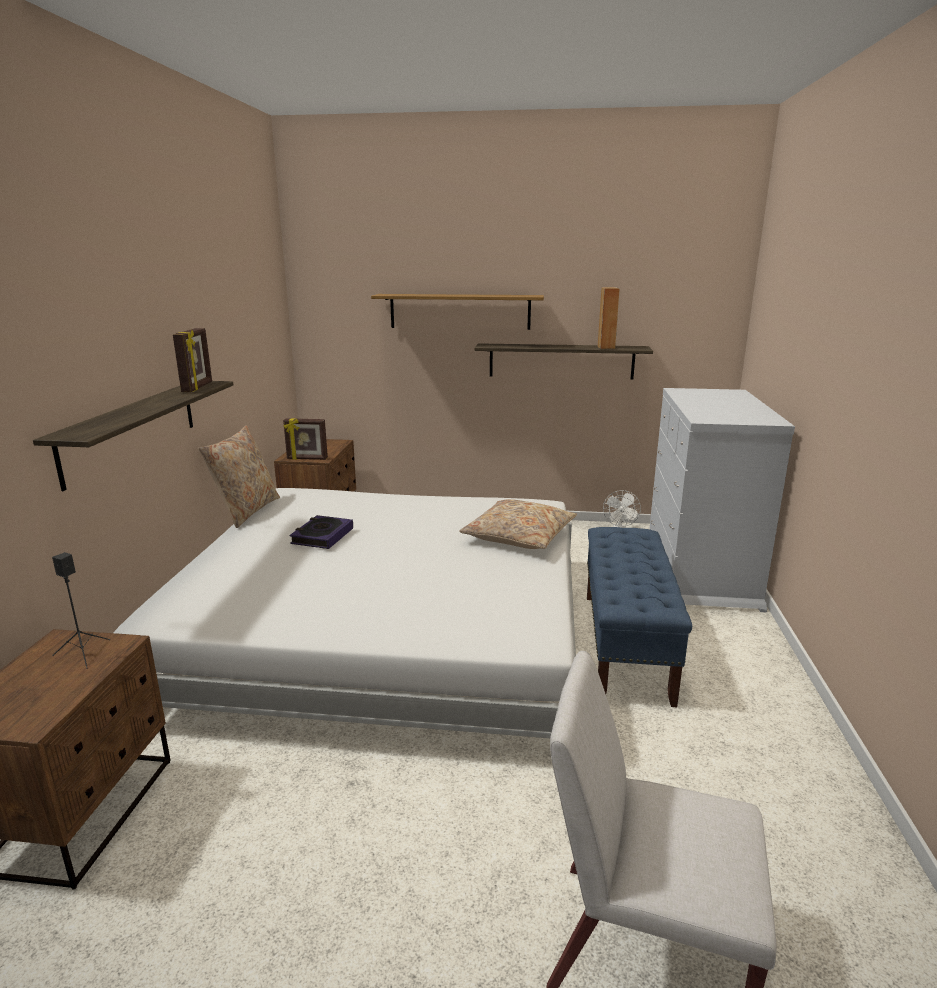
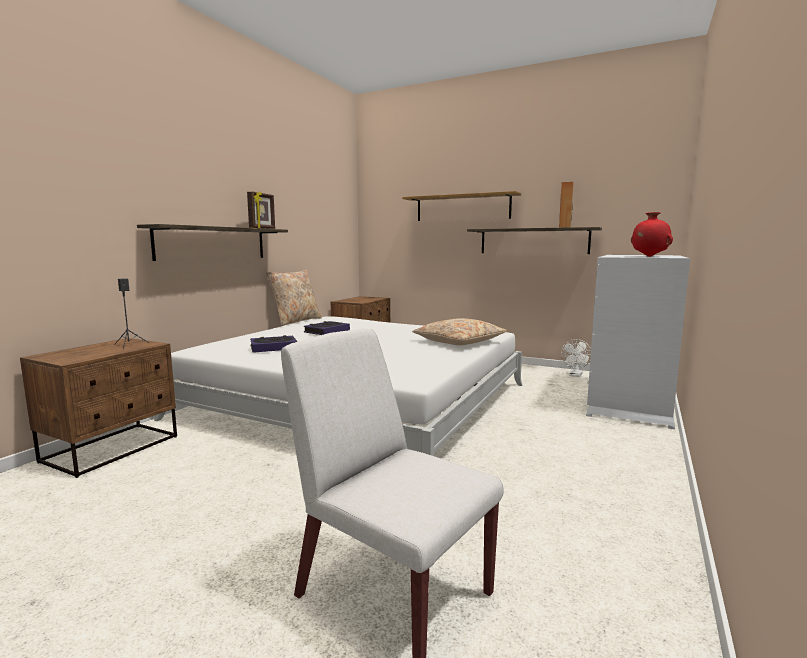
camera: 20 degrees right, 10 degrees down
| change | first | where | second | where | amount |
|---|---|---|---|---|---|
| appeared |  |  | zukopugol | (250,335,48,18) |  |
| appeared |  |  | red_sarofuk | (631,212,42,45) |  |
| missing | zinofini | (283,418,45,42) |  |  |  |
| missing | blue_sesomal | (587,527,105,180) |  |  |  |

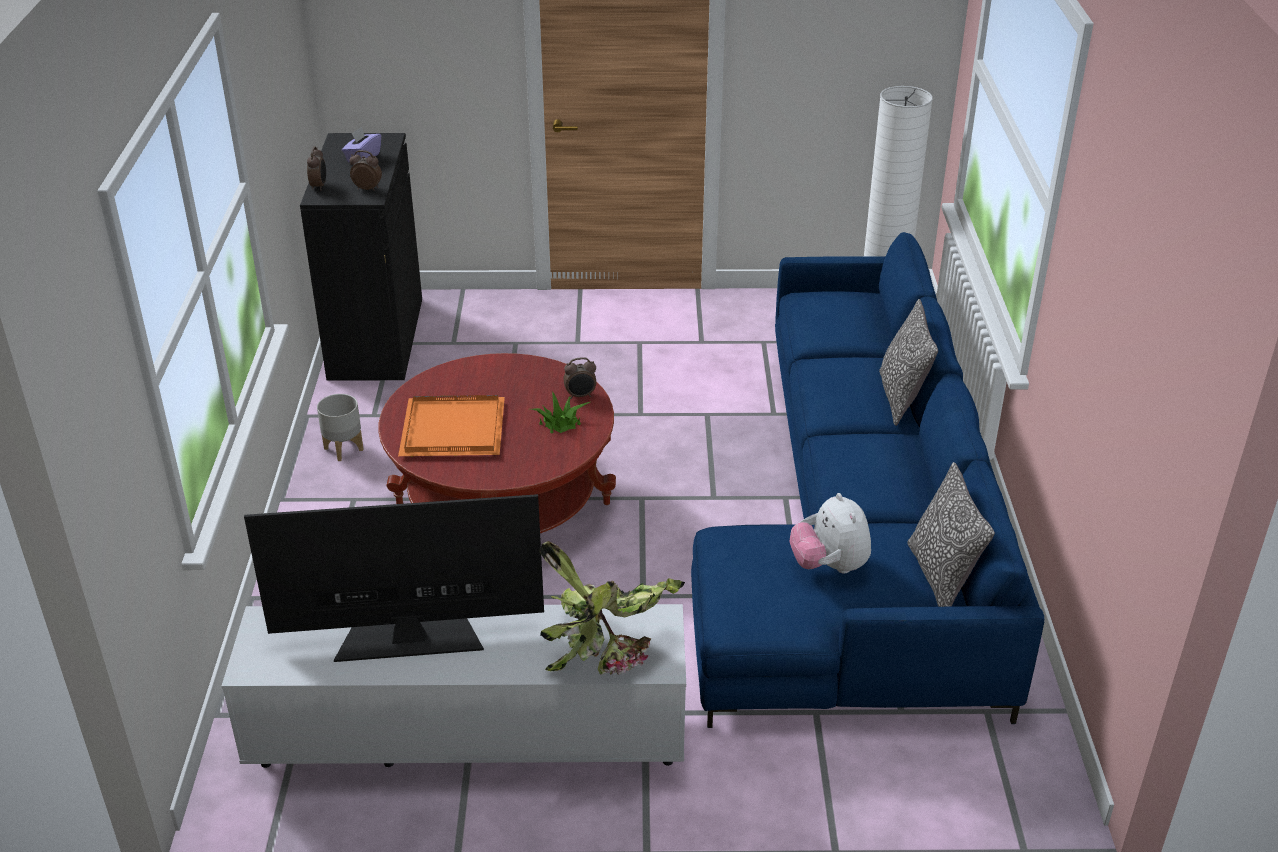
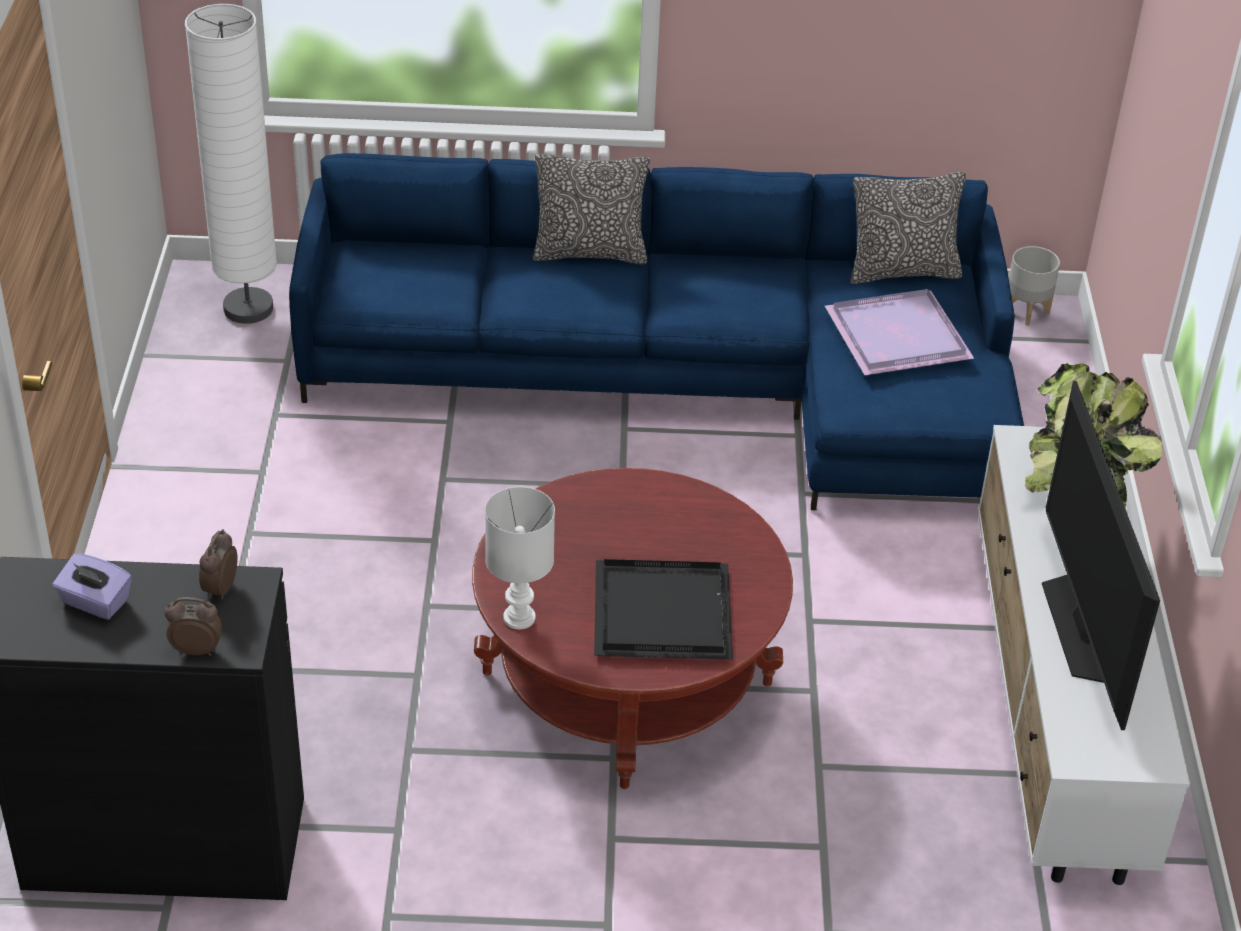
camera: 90 degrees left, 5 degrees up
| change | first | where | second | where | amount |
|---|---|---|---|---|---|
| appeared |  |  | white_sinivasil | (485,487,70,142) |  |
| colour | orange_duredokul | (398,395,107,62) | black_duredokul | (594,559,139,101) |  |
| exchanged | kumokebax | (790,493,81,80) | purple_duredokul | (825,289,149,86) |  |
| relocated | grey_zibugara | (317,394,47,67) |  | (1009,246,51,80) |  |
| missing | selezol | (531,391,59,43) |  |  |  |
| missing | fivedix | (563,357,33,42) |  |  |  |

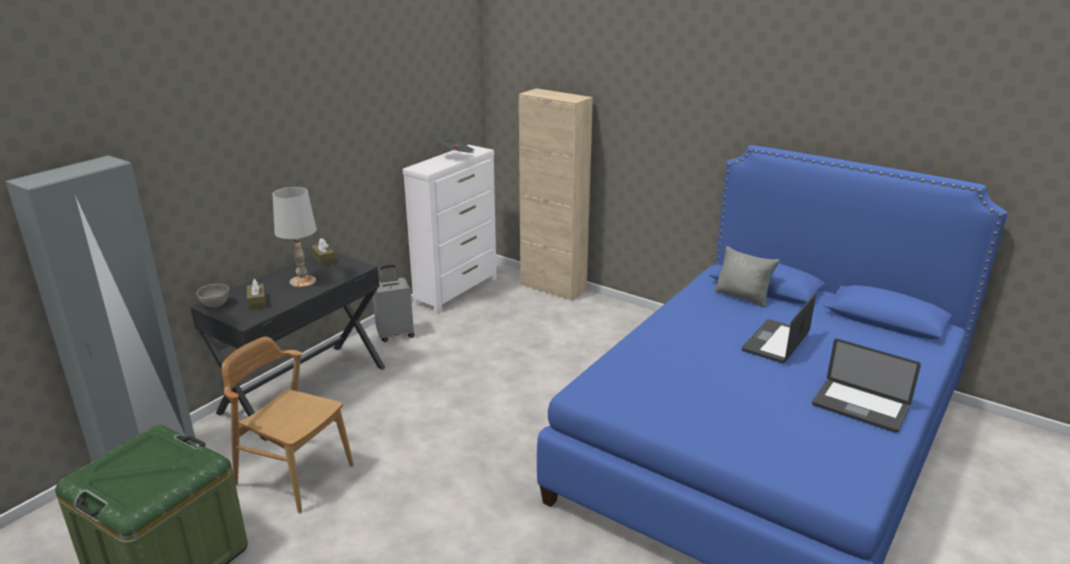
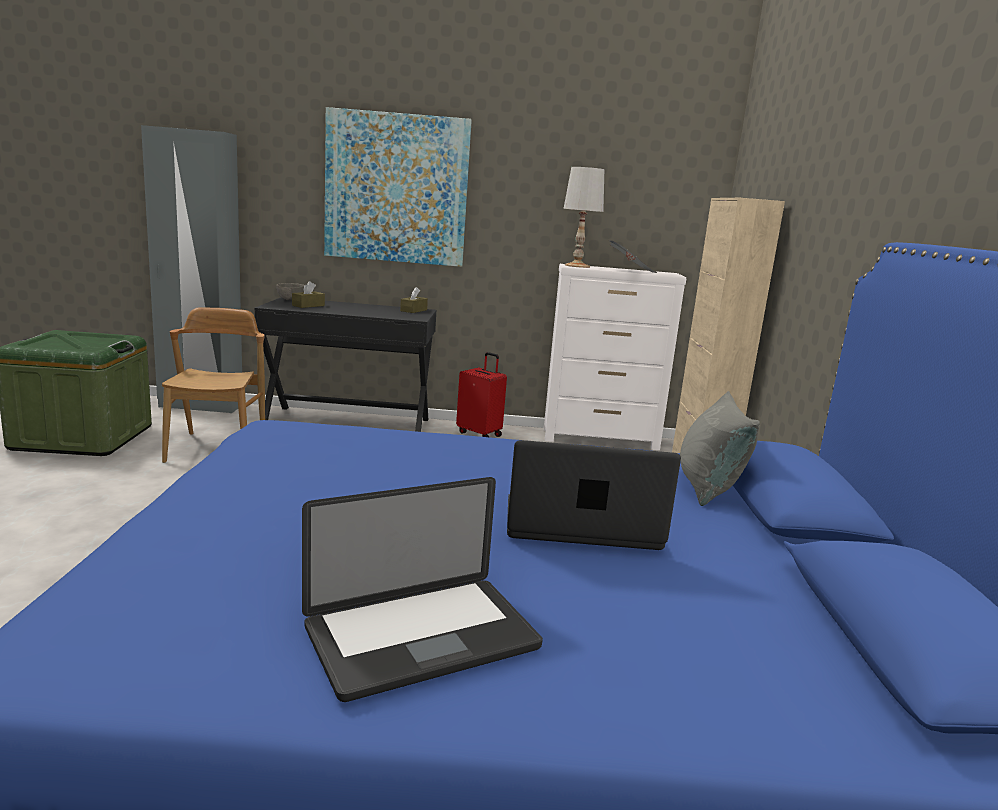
camera: 55 degrees right, 10 degrees down
| change | first | where | second | where | amount |
|---|---|---|---|---|---|
| spun | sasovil | (812,339,109,94) |  | (302,477,241,225) | 120 degrees counterclockwise |
| appeared |  |  | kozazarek | (324,107,148,160) |  |
| colour | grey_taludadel | (373,265,42,77) | red_taludadel | (456,352,51,85) |  |
| relocated | white_sinivasil | (273,187,44,100) |  | (563,167,41,101) |  |

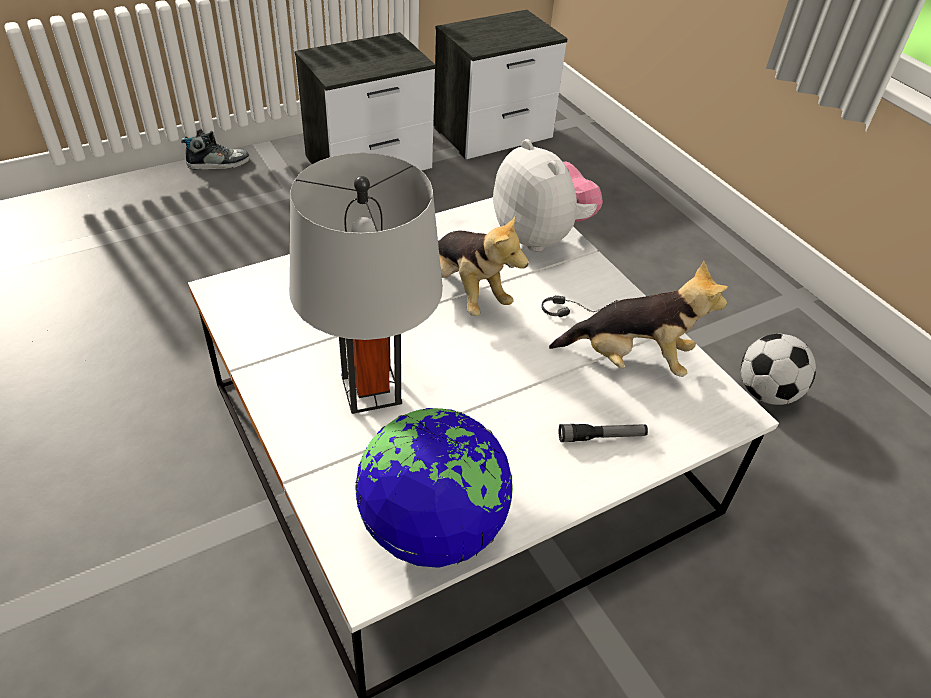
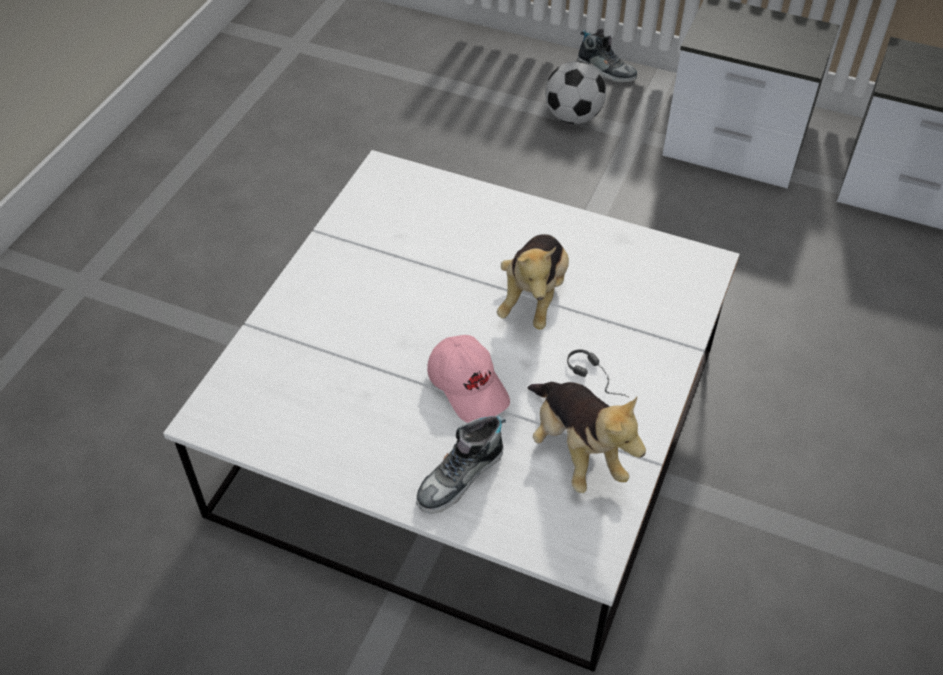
camera: 55 degrees right, 5 degrees up
| change | first | where | second | where | amount |
|---|---|---|---|---|---|
| exchanged | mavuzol | (559,424,89,18) | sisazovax | (416,415,90,99) |  |
| appeared |  |  | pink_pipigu | (427,335,83,88) |  |
| relocated | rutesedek | (741,334,75,71) |  | (545,61,61,63) |  |
| missing | grey_sinivasil | (289,153,154,261) |  |  |  |
| missing | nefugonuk | (355,408,158,160) |  |  |  |
| missing | kumokebax | (493,139,110,113) |  |  |  |

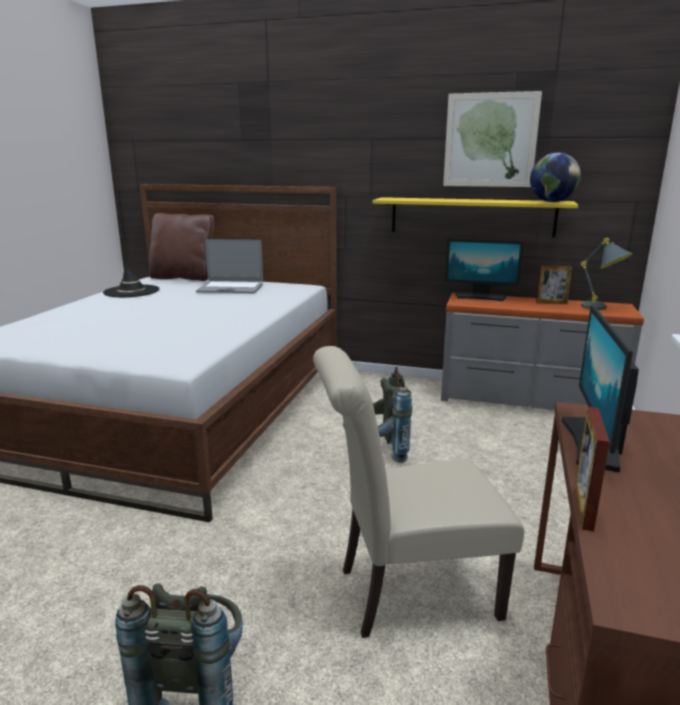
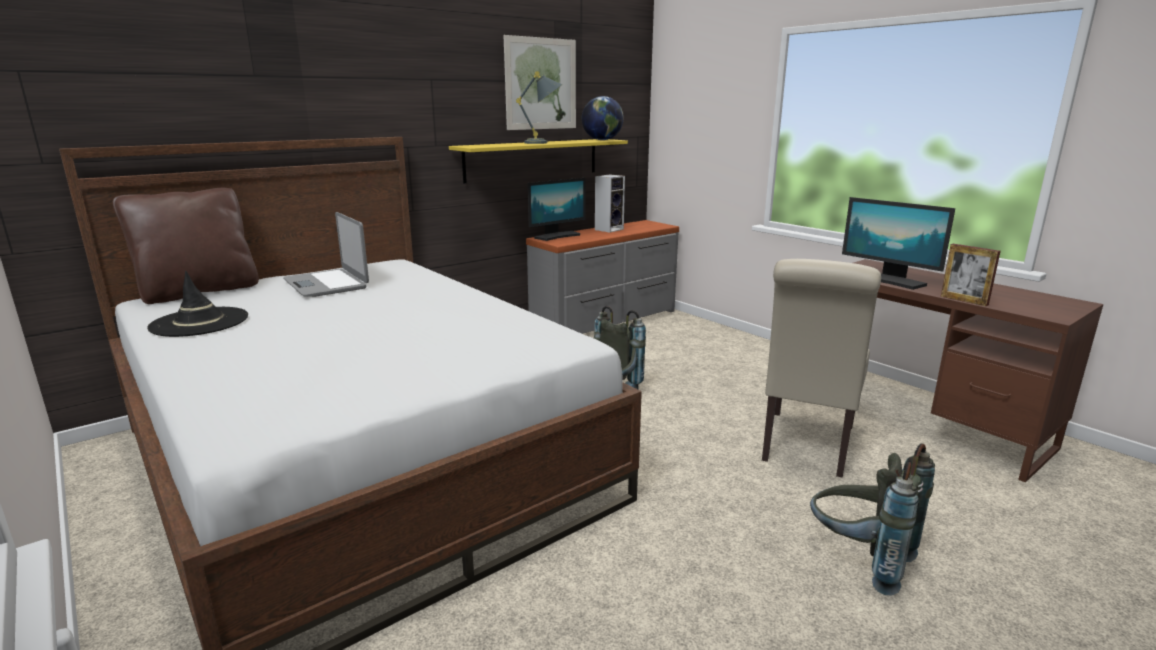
camera: 55 degrees left, 0 degrees up
| change | first | where | second | where | amount |
|---|---|---|---|---|---|
| spun | sasovil | (196,239,67,54) |  | (283,212,86,85) | 105 degrees clockwise |
| relocated | grey_sinivasil | (580,238,53,72) |  | (516,71,47,73) |  |
| exchanged | zinofini | (536,265,36,39) | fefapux | (595,174,30,59) |  |

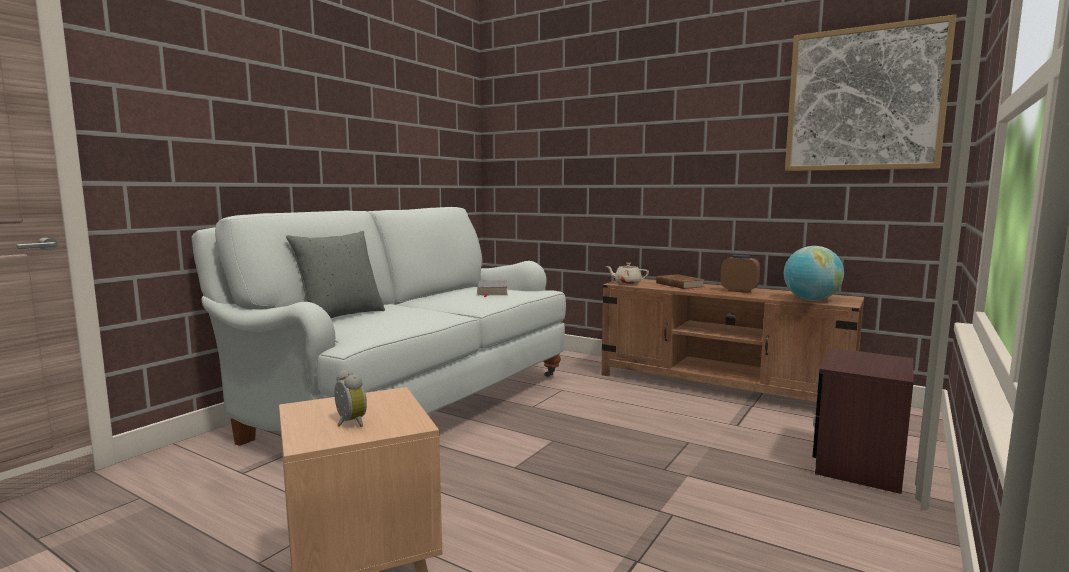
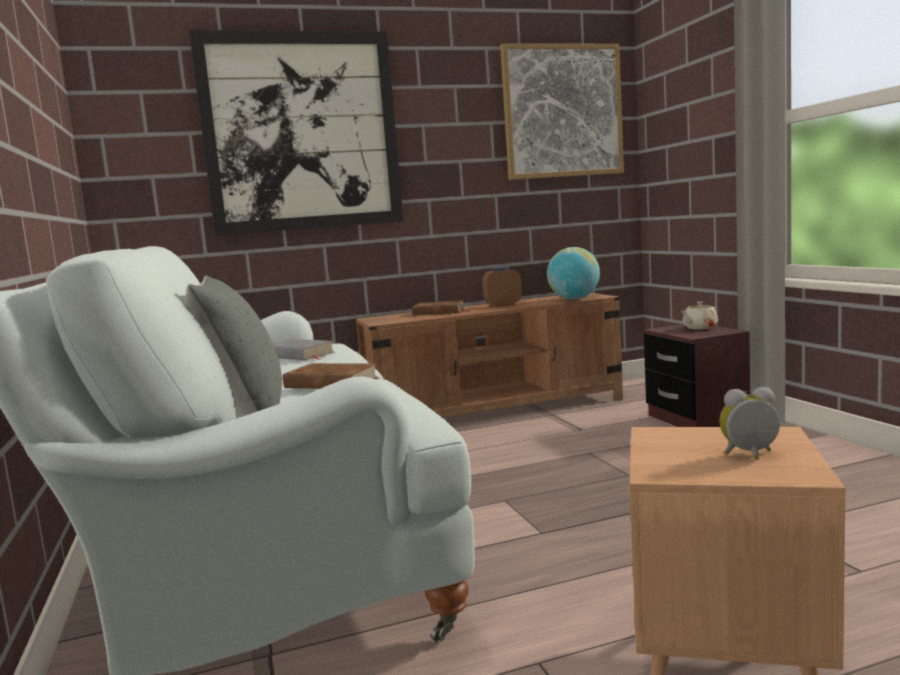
camera: 50 degrees left, 0 degrees up
| change | first | where | second | where | amount |
|---|---|---|---|---|---|
| appeared |  |  | kozazarek | (189,30,214,205) |  |
| appeared |  |  | brown_zukopugol | (283,363,95,26) |  |
| relocated | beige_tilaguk | (606,263,43,22) |  | (681,302,37,27) |  |

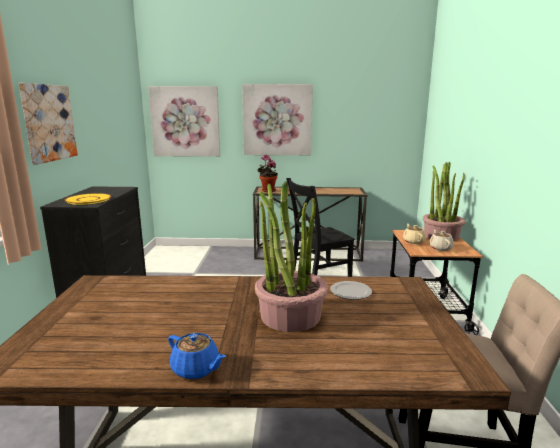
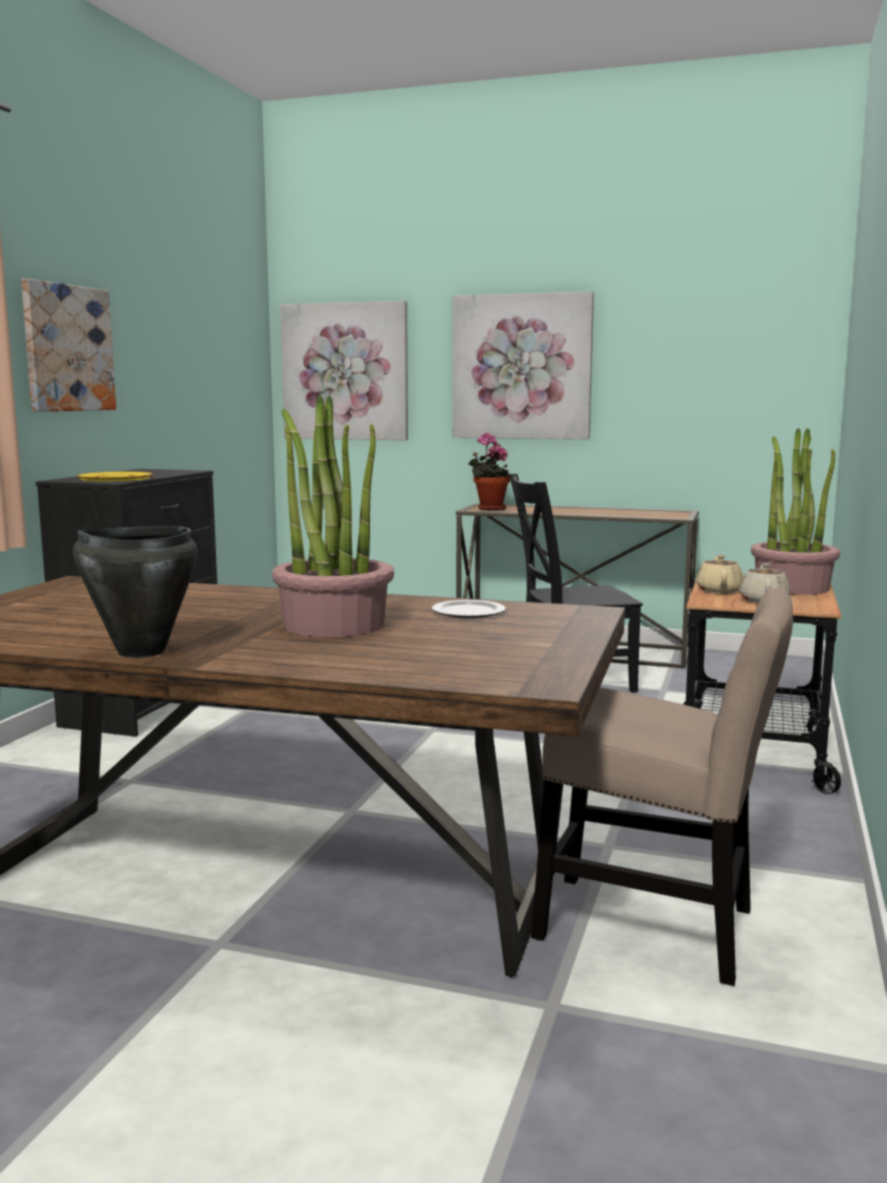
camera: 15 degrees right, 5 degrees down
| change | first | where | second | where | amount |
|---|---|---|---|---|---|
| exchanged | blue_tilaguk | (168,333,58,46) | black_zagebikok | (72,526,126,132) |  |

